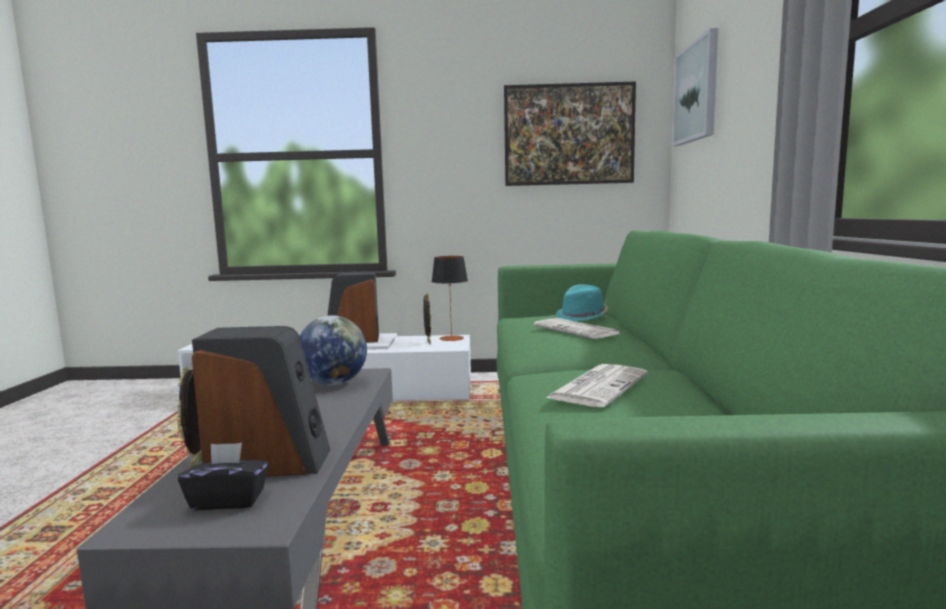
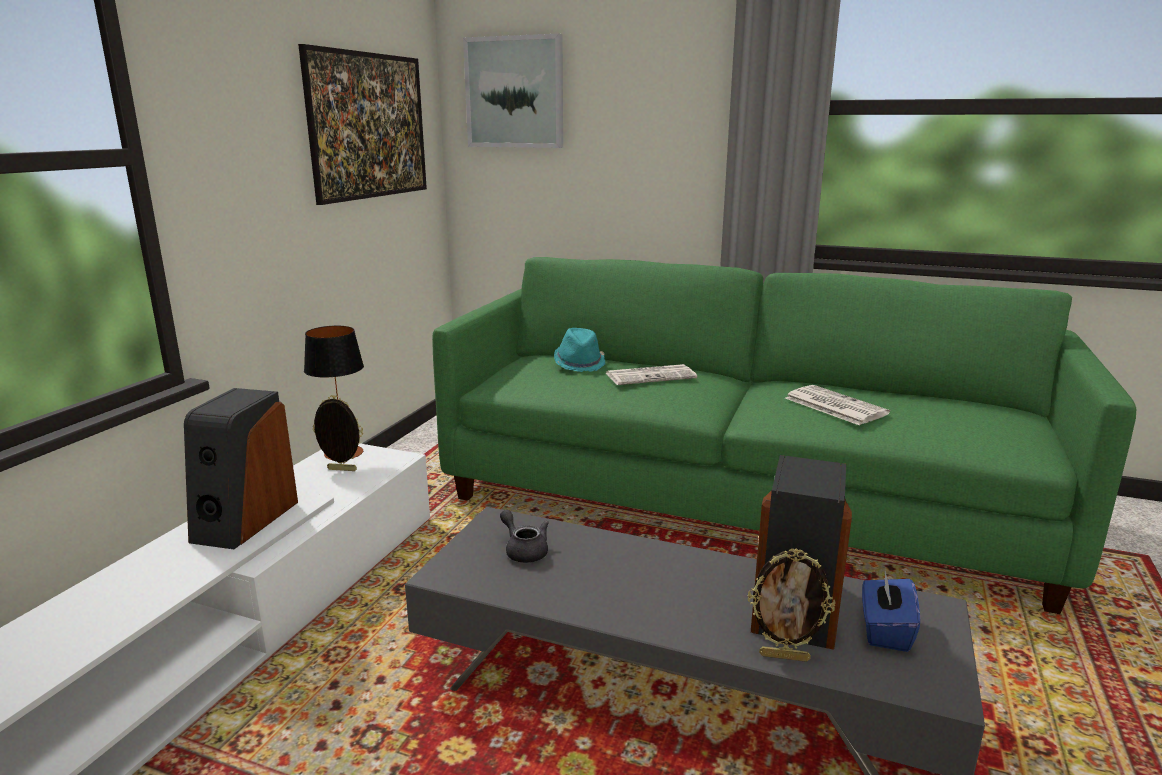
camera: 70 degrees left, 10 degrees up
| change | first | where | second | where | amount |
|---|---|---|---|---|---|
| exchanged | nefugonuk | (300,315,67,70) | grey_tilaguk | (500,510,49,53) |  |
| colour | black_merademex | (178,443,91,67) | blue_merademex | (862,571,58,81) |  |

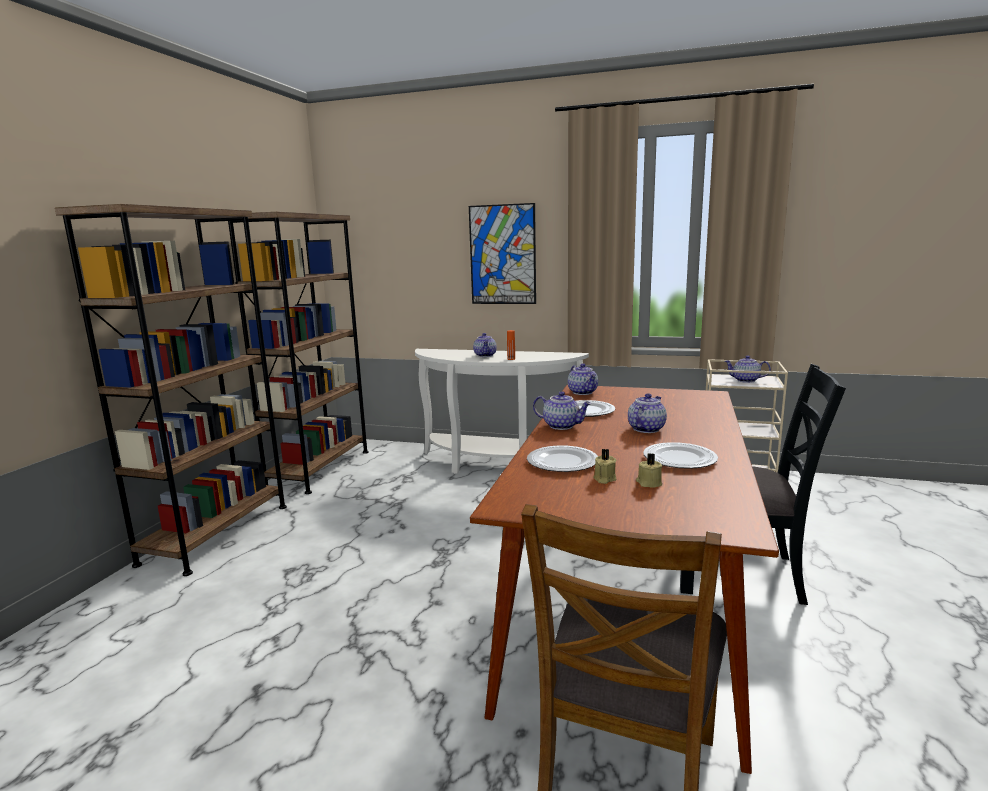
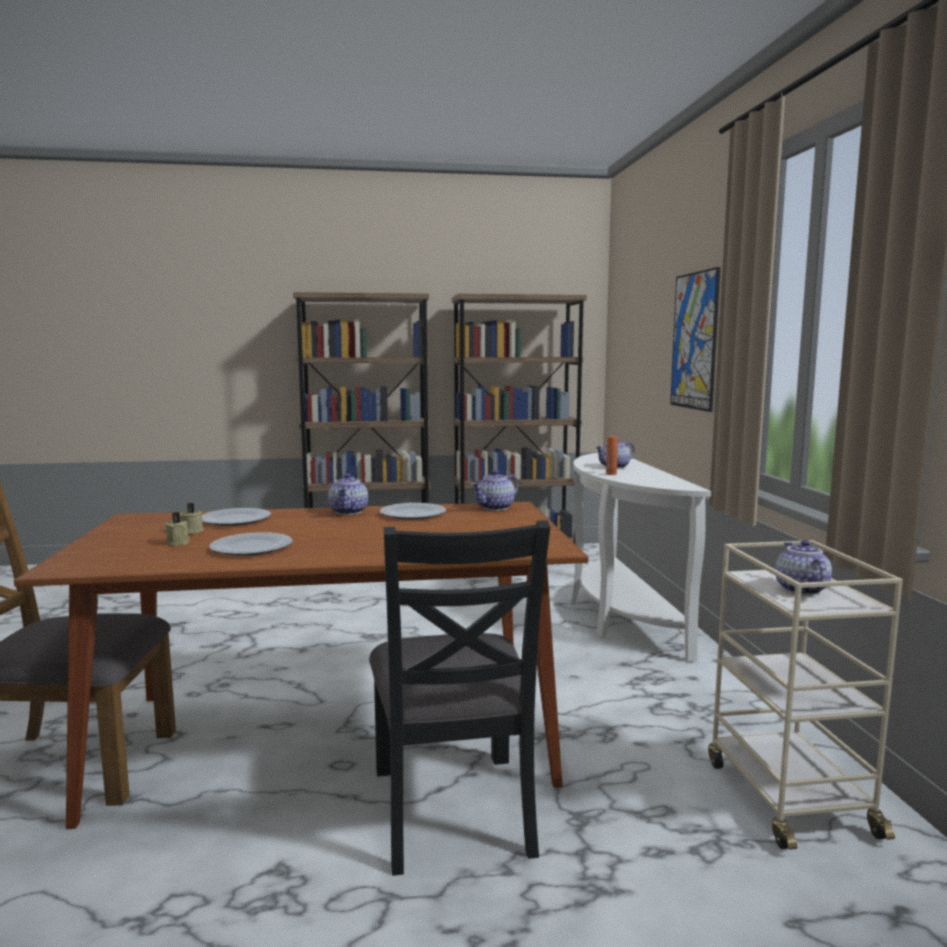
camera: 65 degrees right, 5 degrees down
| change | first | where | second | where | amount |
|---|---|---|---|---|---|
| missing | tilaguk | (628,393,39,40) |  |  |  |

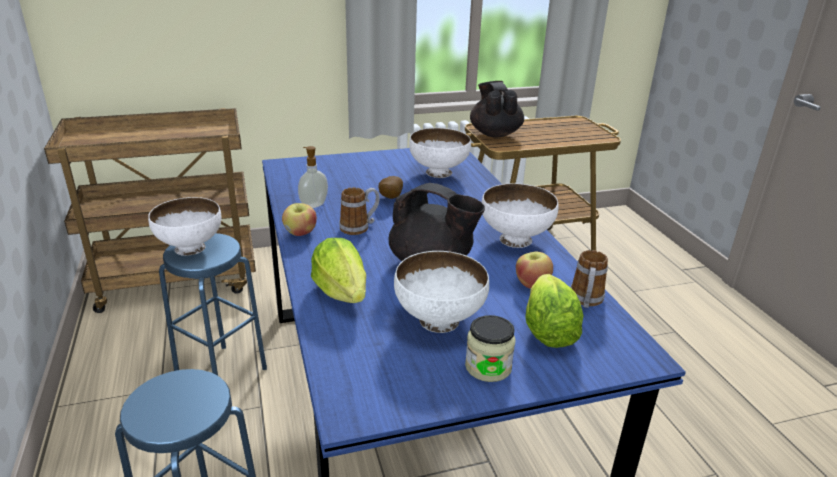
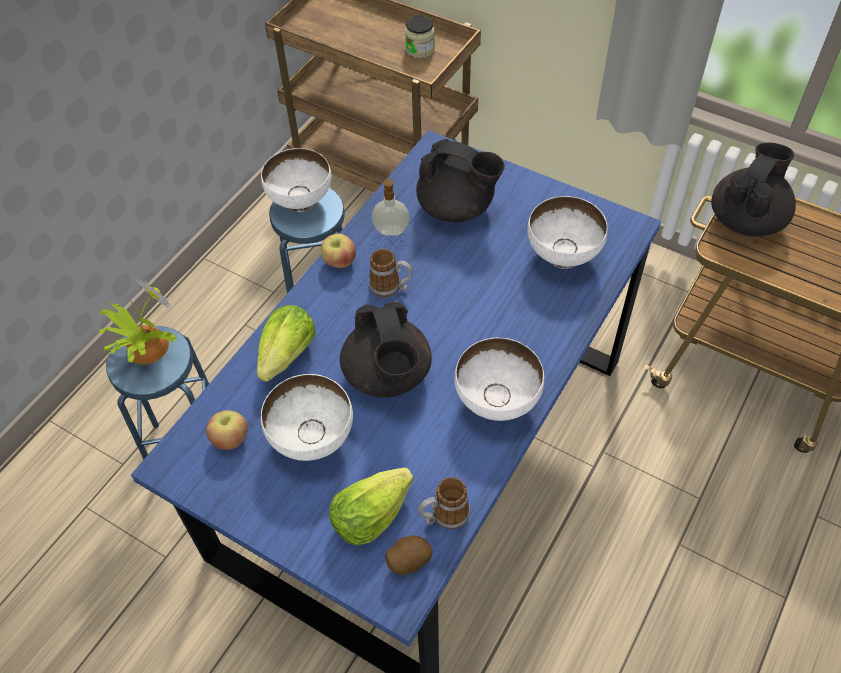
camera: 50 degrees right, 25 degrees up
| change | first | where | second | where | amount |
|---|---|---|---|---|---|
| appeared |  |  | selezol | (99,278,78,86) |  |
| relocated | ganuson | (516,251,37,38) |  | (206,410,42,40) |  |
| relocated | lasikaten | (378,176,25,23) |  | (385,536,47,39) |  |
| relocated | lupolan | (465,315,51,67) |  | (405,15,30,43) |  |
| appeared |  |  | black_tilaguk | (416,139,89,83) |  |

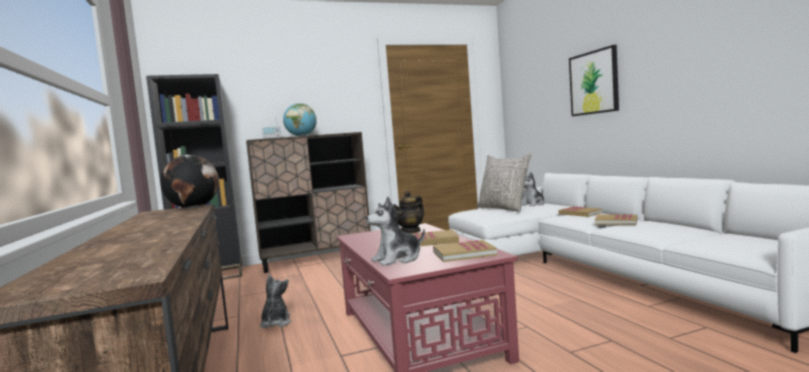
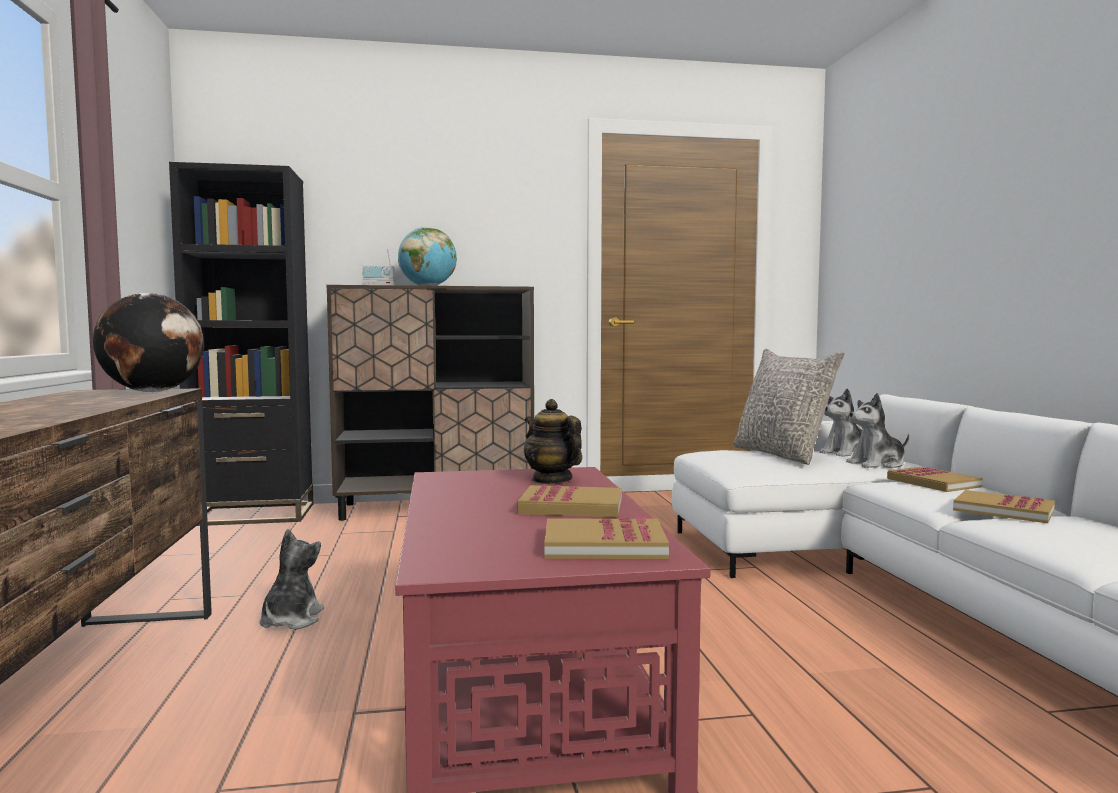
camera: 10 degrees right, 0 degrees up
| change | first | where | second | where | amount |
|---|---|---|---|---|---|
| spun | tilaguk | (393,191,31,42) |  | (524,399,58,85) | 90 degrees clockwise |
| relocated | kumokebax | (366,197,59,69) |  | (846,393,63,75) |  |
| missing | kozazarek | (569,45,50,71) |  |  |  |

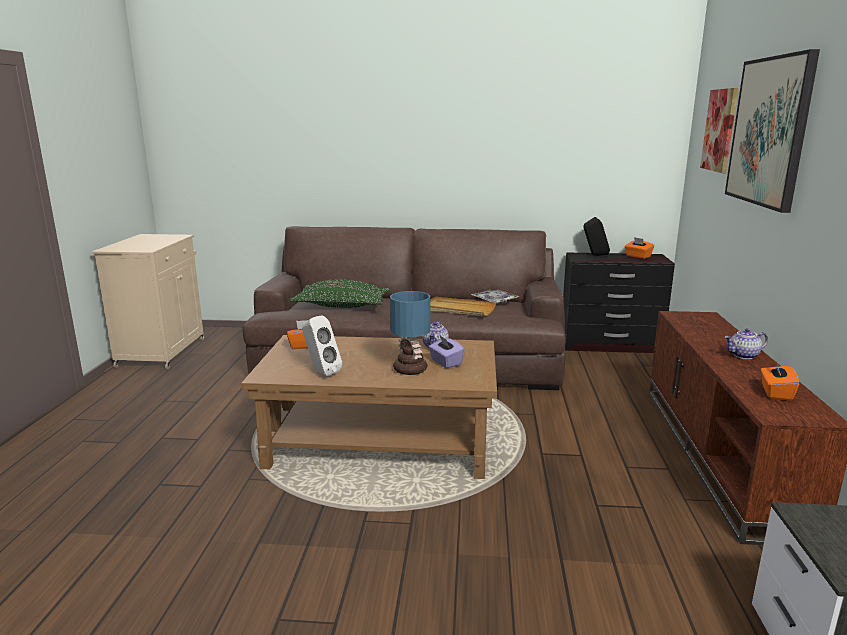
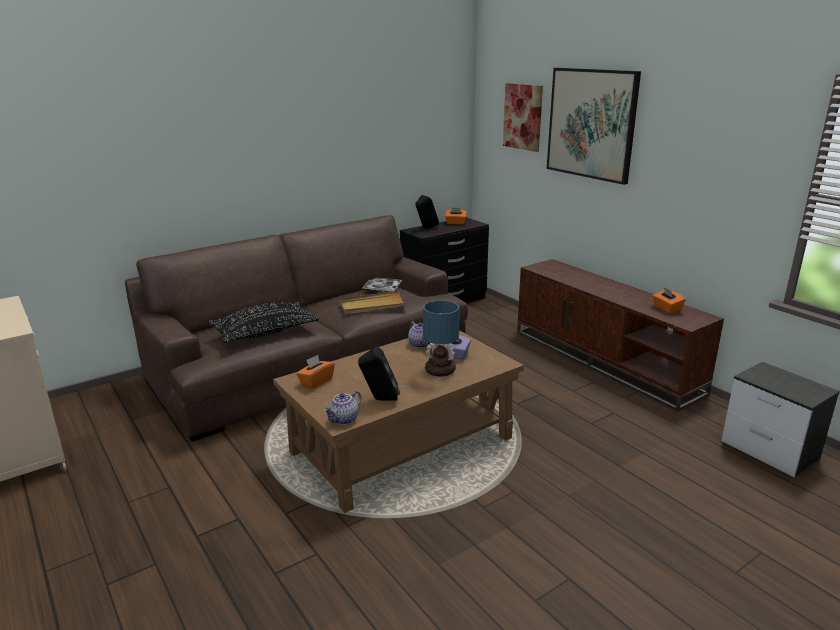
camera: 40 degrees left, 5 degrees up
| change | first | where | second | where | amount |
|---|---|---|---|---|---|
| colour | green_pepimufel | (290,279,100,29) | black_pepimufel | (209,302,110,41) |  |
| relocated | tilaguk | (725,328,43,31) |  | (324,391,37,34) |  |
| colour | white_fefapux | (302,315,40,61) | black_fefapux | (358,346,42,55) |  |

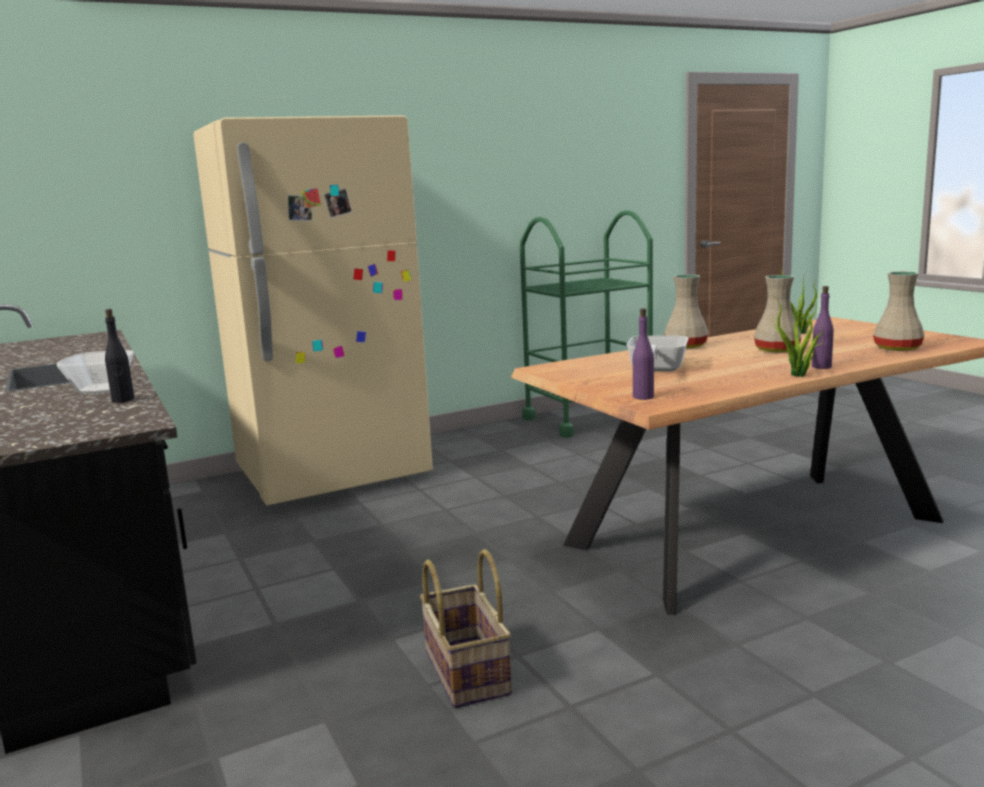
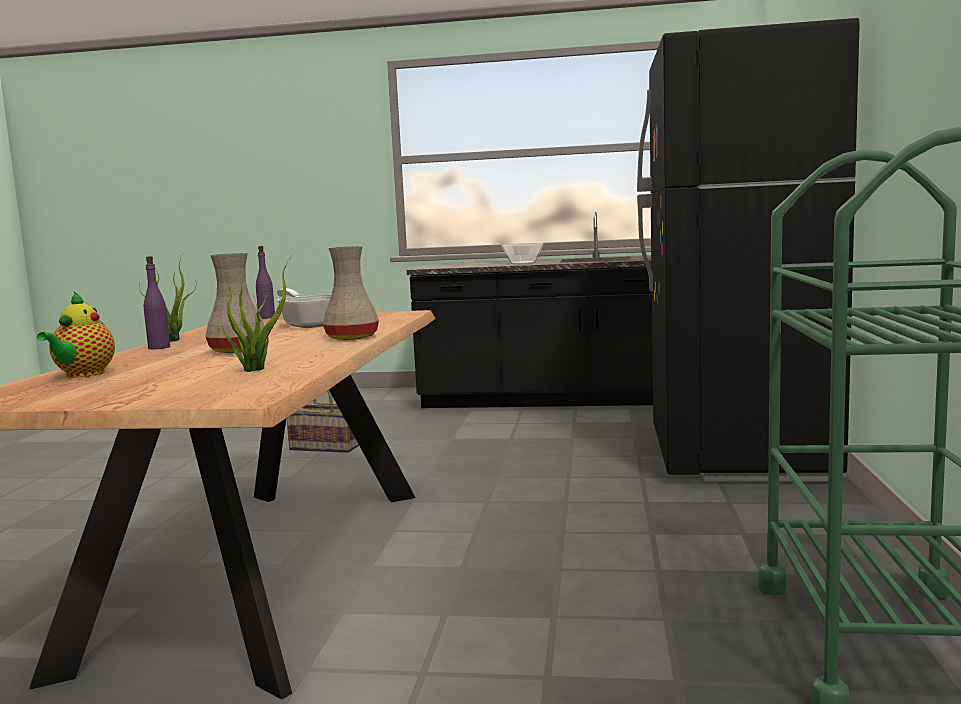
camera: 125 degrees right, 5 degrees down
| change | first | where | second | where | amount |
|---|---|---|---|---|---|
| exchanged | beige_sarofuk | (873,272,52,79) | tilaguk | (37,292,78,86) |  |
| colour | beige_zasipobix | (193,115,240,390) | black_zasipobix | (637,18,223,463) |  |
| missing | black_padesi | (105,309,29,94) |  |  |  |

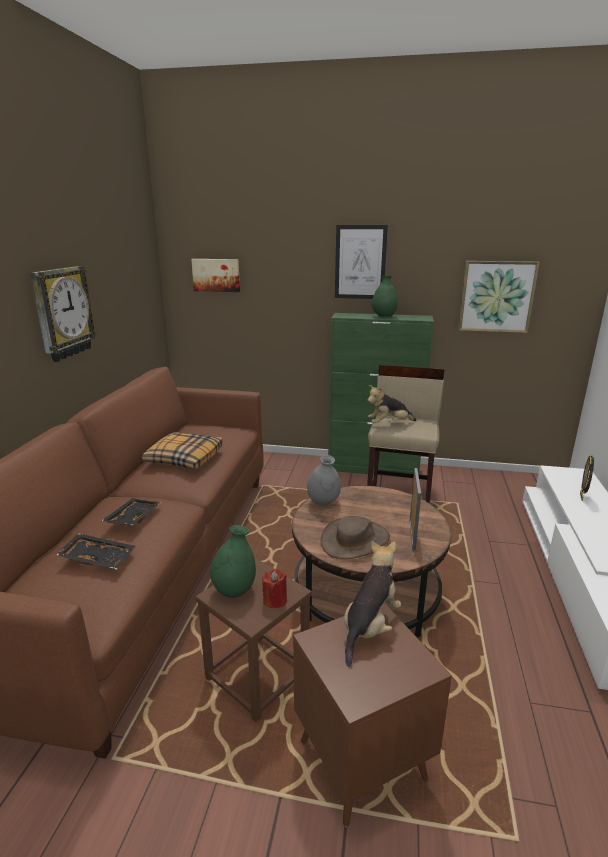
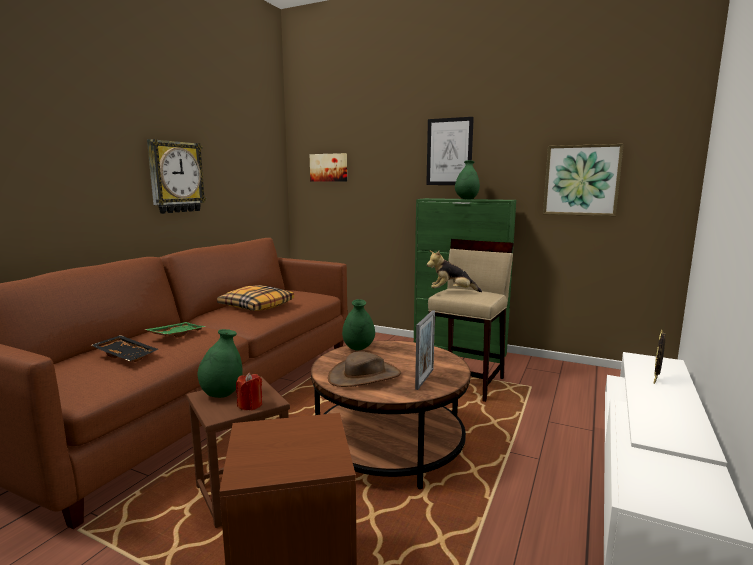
camera: 15 degrees right, 10 degrees down
| change | first | where | second | where | amount |
|---|---|---|---|---|---|
| colour | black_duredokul | (101,498,60,28) | green_duredokul | (145,322,61,16) |  |
| colour | grey_sarofuk | (307,455,34,50) | green_sarofuk | (342,299,33,52) |  |
| missing | kumokebax | (344,541,57,126) |  |  |  |

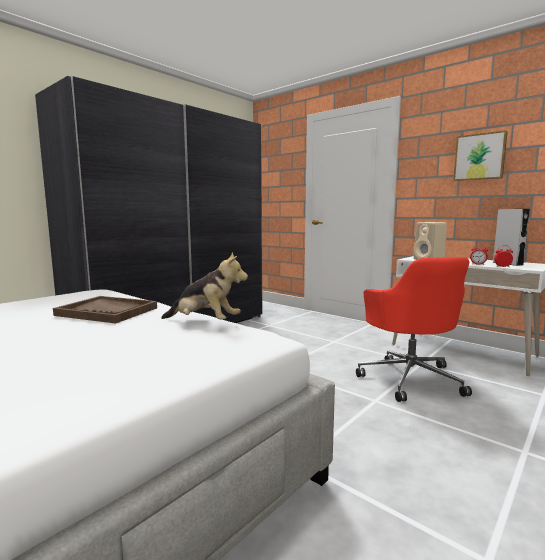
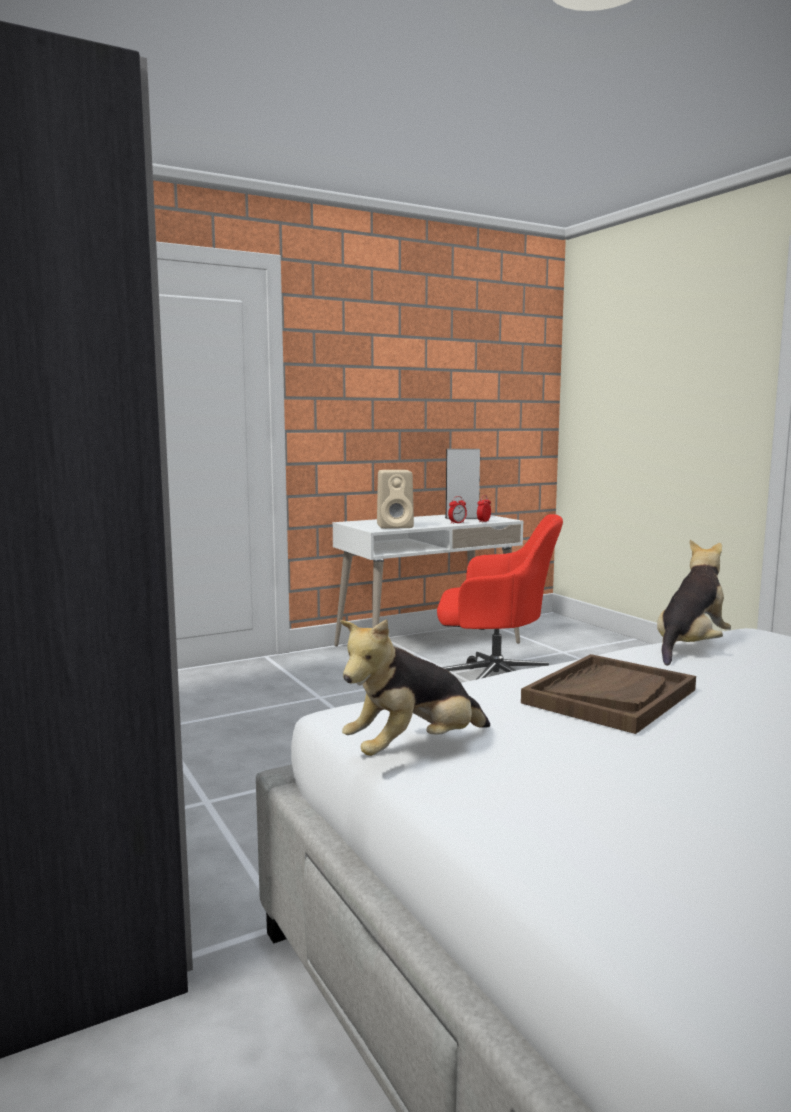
camera: 70 degrees left, 0 degrees up
| change | first | where | second | where | amount |
|---|---|---|---|---|---|
| appeared |  |  | kumokebax | (340,619,150,137) |  |
| missing | kozazarek | (453,130,55,51) |  |  |  |

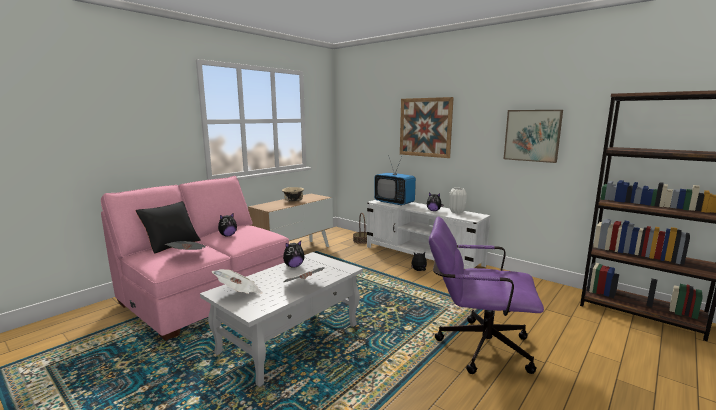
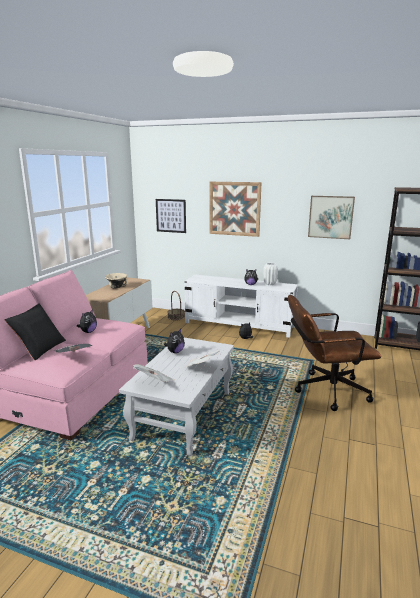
camera: 20 degrees left, 5 degrees up
| change | first | where | second | where | amount |
|---|---|---|---|---|---|
| appeared |  |  | kozazarek | (156,199,30,34) |  |
| colour | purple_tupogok | (429,216,115,158) | brown_tupogok | (288,295,93,116) |  |
| missing | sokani | (374,155,42,50) |  |  |  |

